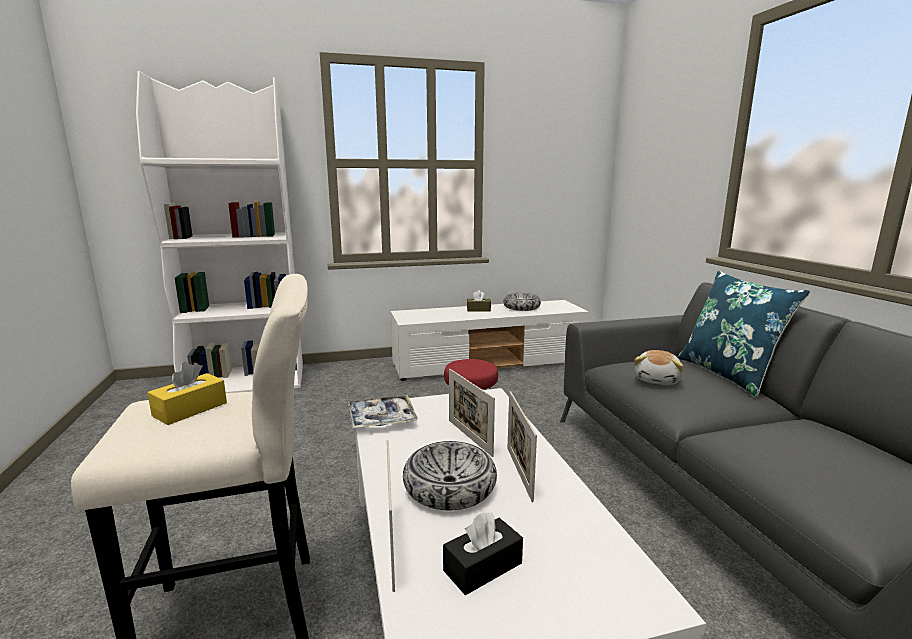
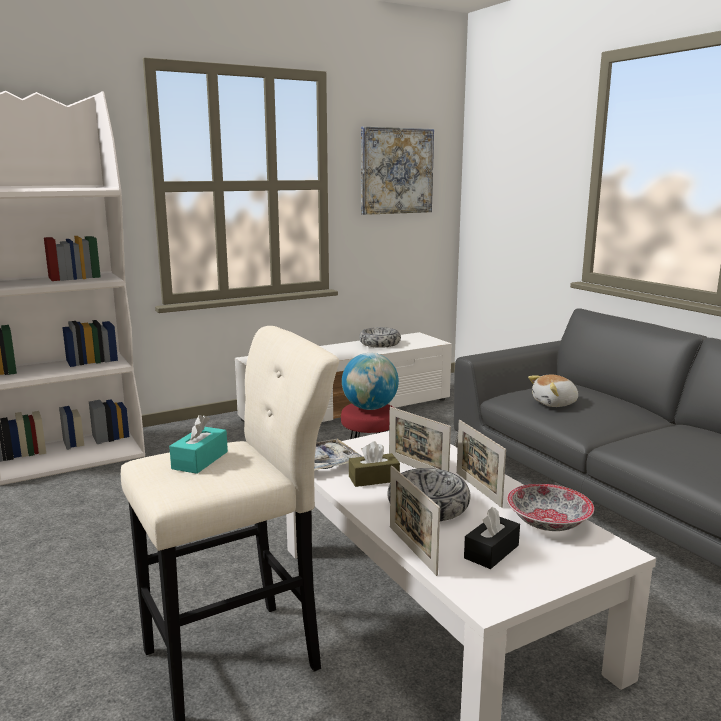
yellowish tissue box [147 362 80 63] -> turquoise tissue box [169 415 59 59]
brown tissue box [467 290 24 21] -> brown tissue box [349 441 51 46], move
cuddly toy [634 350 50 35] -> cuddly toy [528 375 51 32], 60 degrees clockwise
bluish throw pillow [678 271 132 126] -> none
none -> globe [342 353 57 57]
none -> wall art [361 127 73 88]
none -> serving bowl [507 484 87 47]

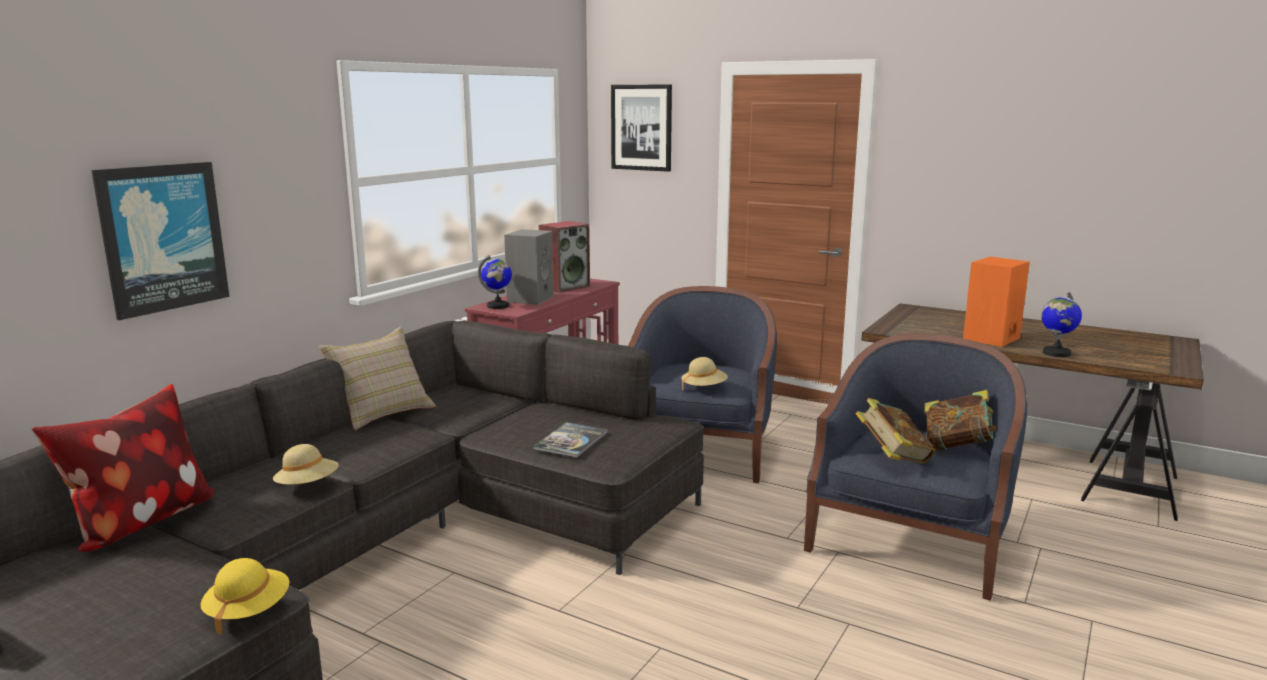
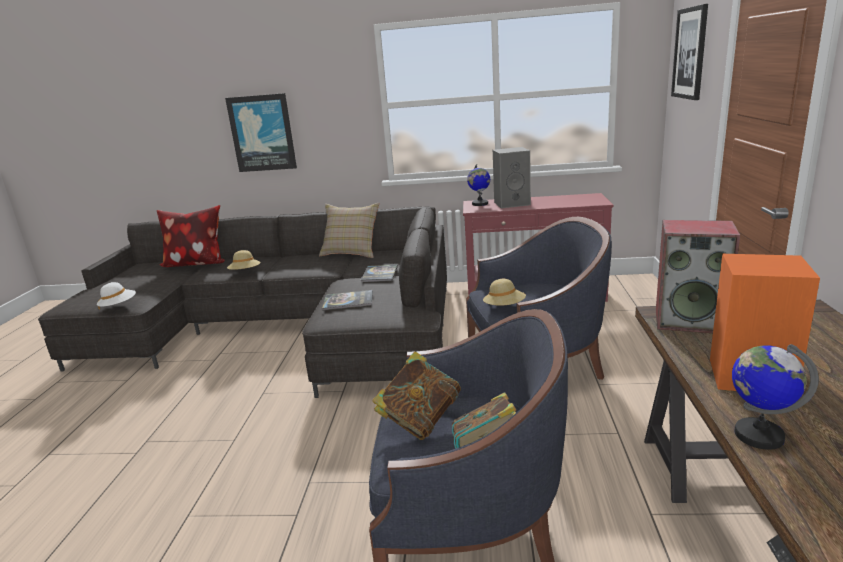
yellowish hat [200 558 89 77] -> whitish hat [97 282 39 27]
loudspeaker [539 221 51 72] -> loudspeaker [656 220 84 113], move
none -> bound book [361 264 37 18]

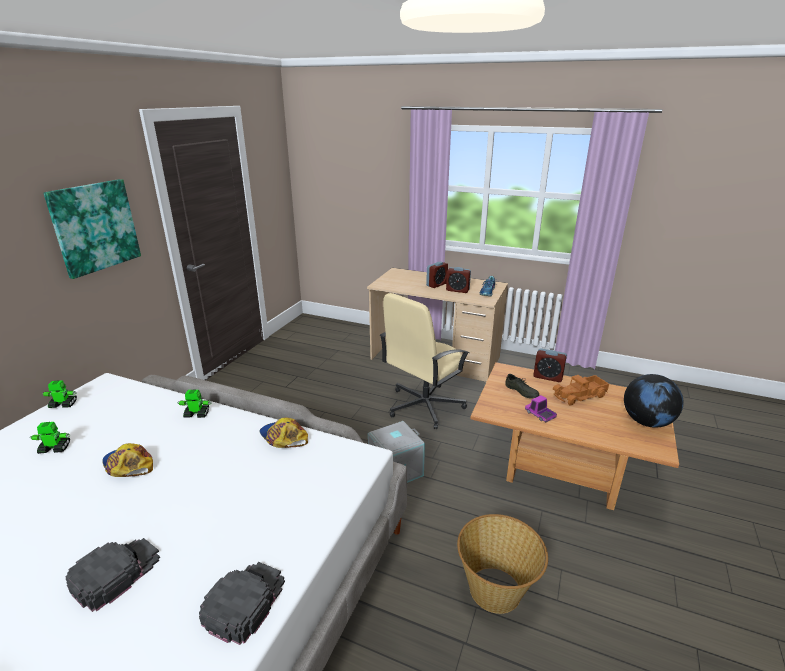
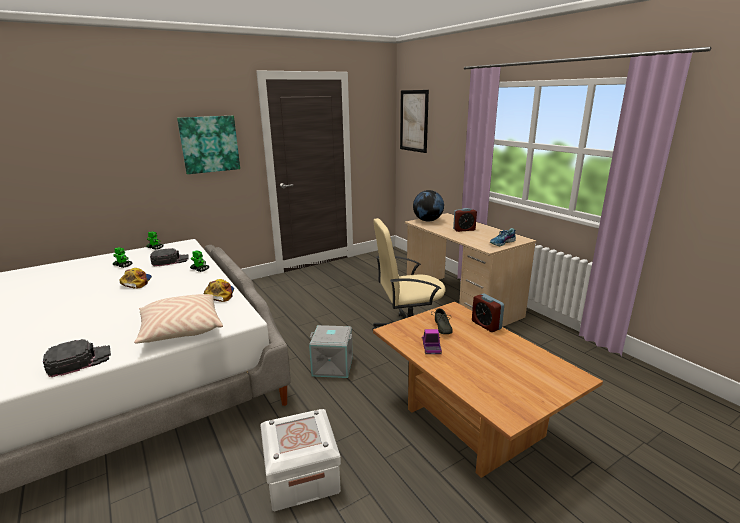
blackish peaked cap [65 538 95 74] -> blackish peaked cap [150 248 39 18], move
alarm clock [446 267 25 26] -> none
basket [457 514 91 100] -> whitish storage box [260 409 81 102]
model truck [553 375 56 31] -> none
globe [624 374 60 54] -> globe [413 190 31 32], move
none -> beige throw pillow [134 294 89 50]
none -> wall art [400 90 29 63]

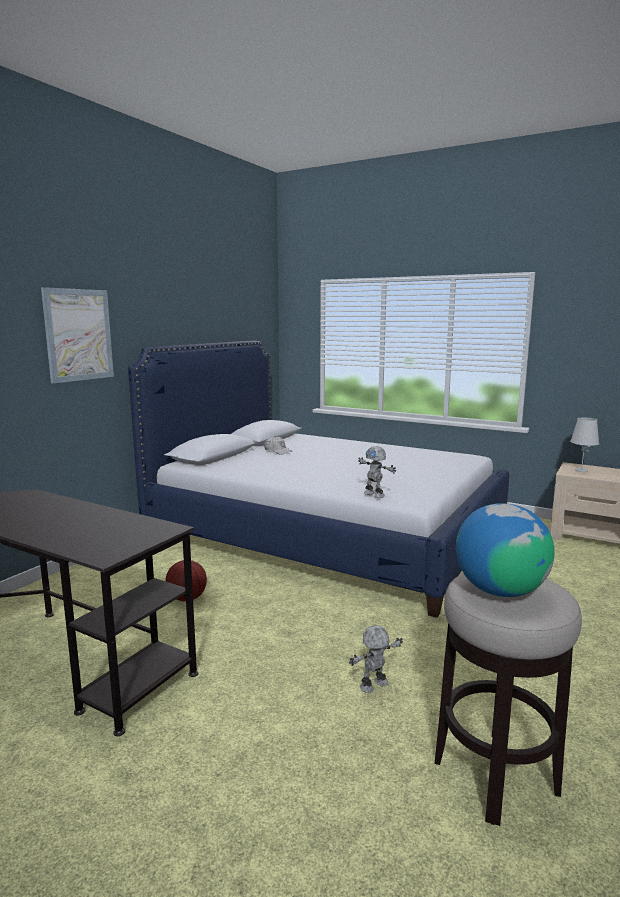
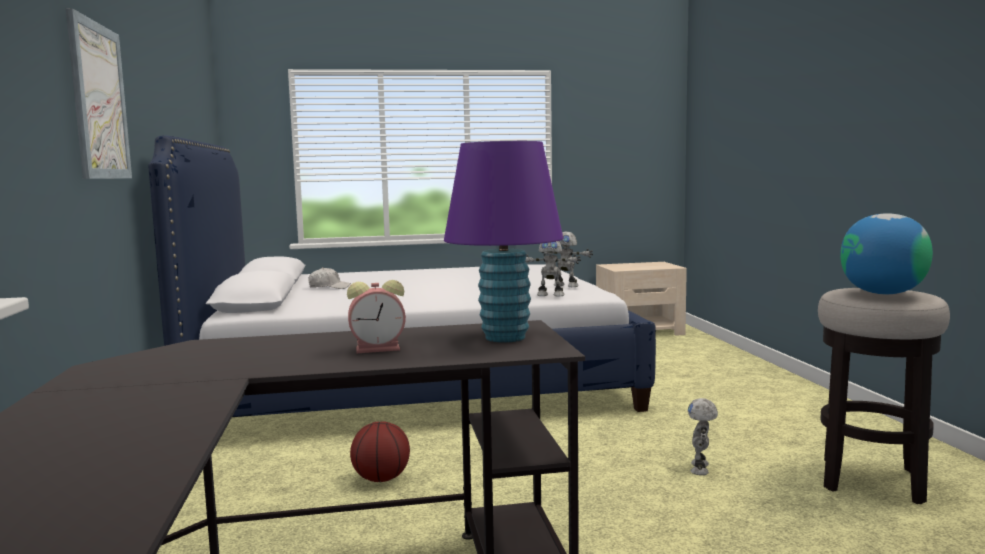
whitish table lamp [570 417 29 55] -> none
none -> alarm clock [347 280 59 73]
none -> purple table lamp [444 141 119 202]
none -> toy robot [542 232 51 55]

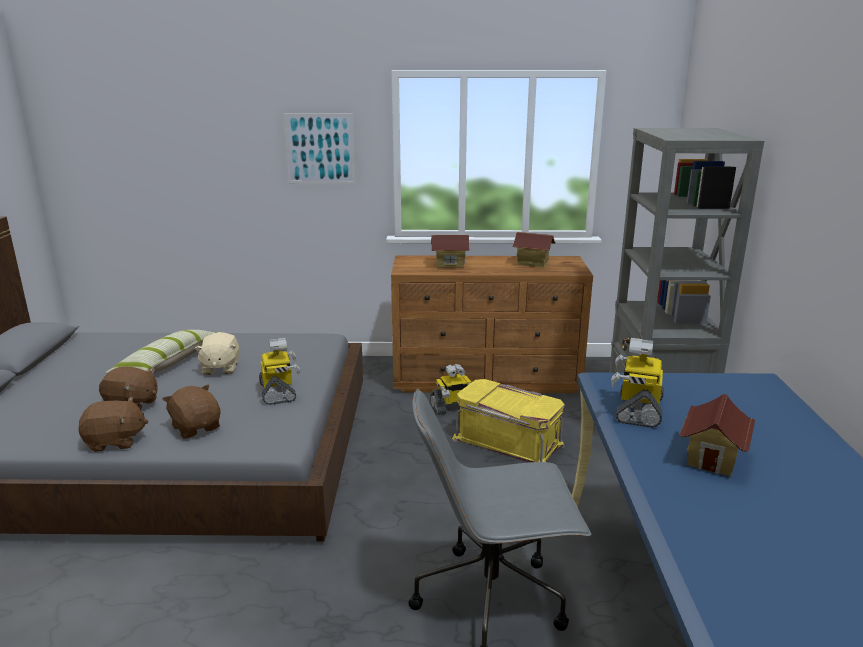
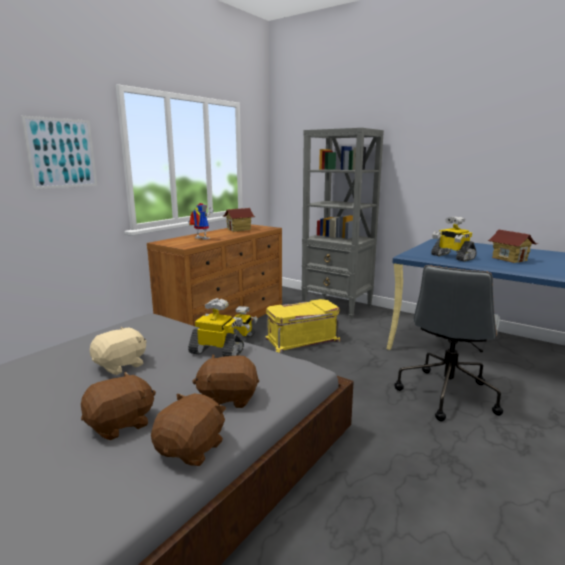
throw pillow [105 330 113 44] -> none
beige cuddly toy [194 332 45 43] -> beige cuddly toy [90 327 57 48], 75 degrees counterclockwise
toy house [431 235 39 33] -> toy robot [189 203 25 37]

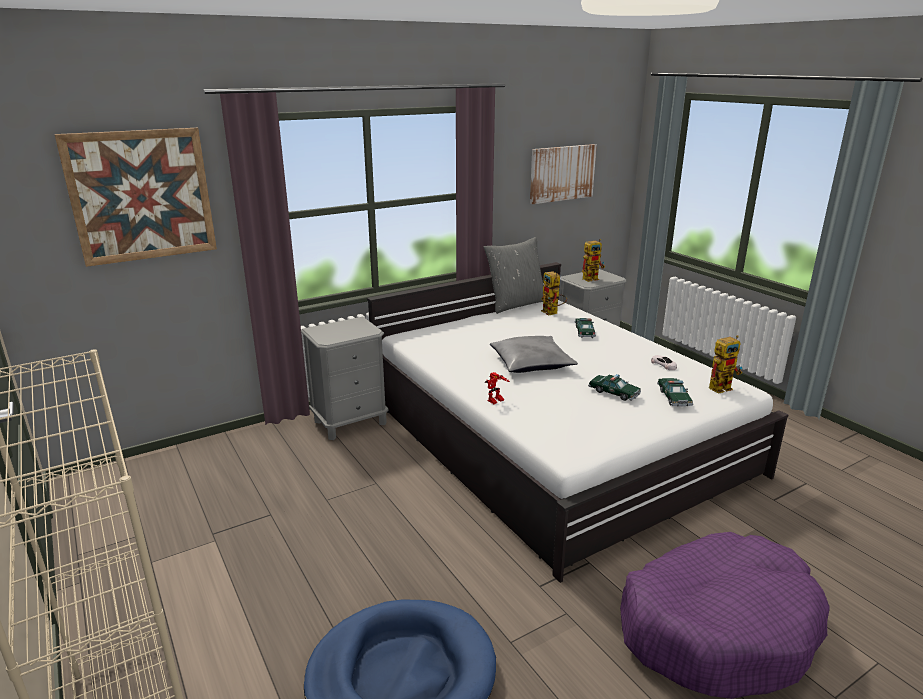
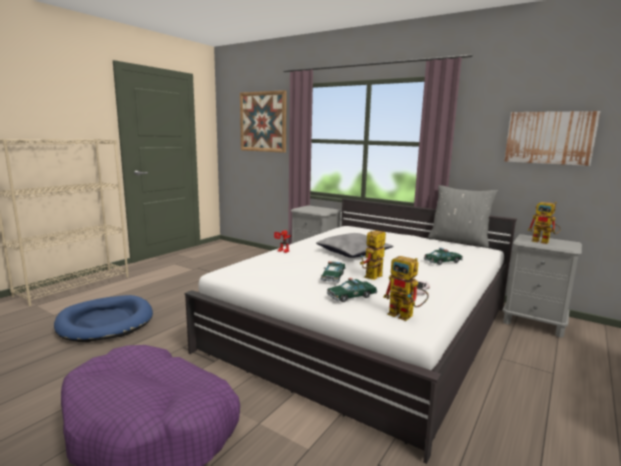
toy robot [541 271 26 45] -> toy robot [360 230 26 50], move

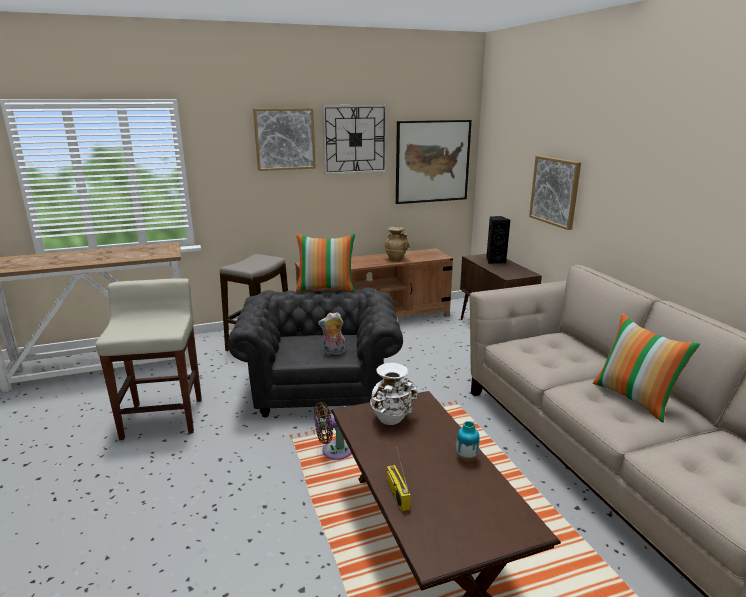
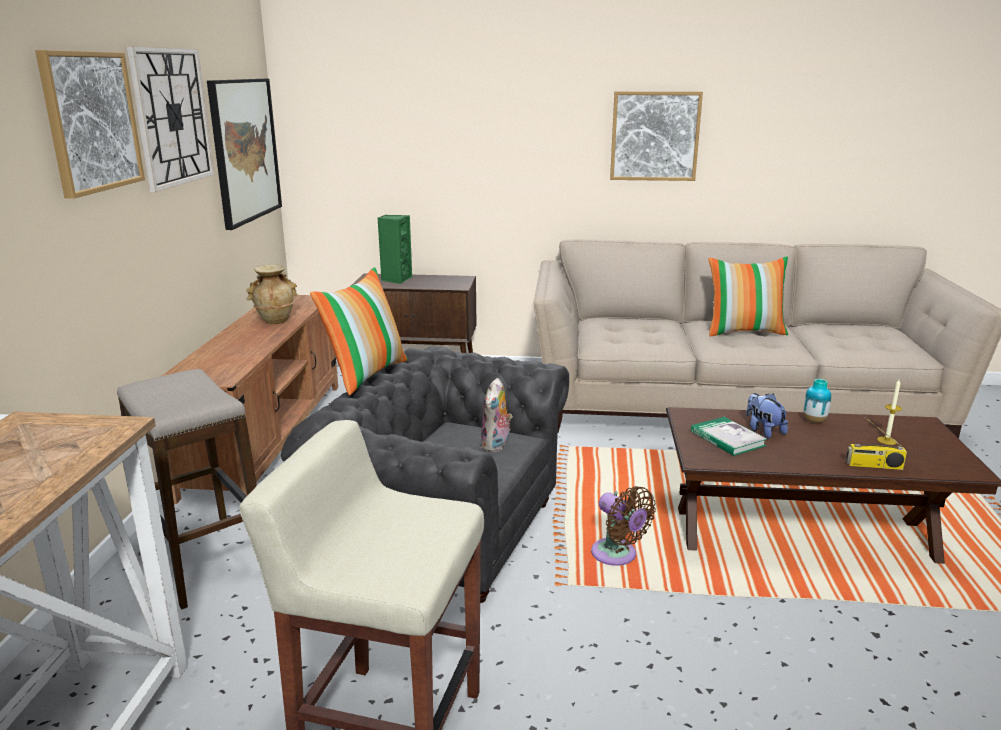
brown electric fan [314 402 37 58] -> brown electric fan [591 486 65 80], 45 degrees counterclockwise
whitish vase [370 363 48 62] -> bound book [691 417 76 39]
blackish loudspeaker [486 216 24 48] -> greenish loudspeaker [378 215 34 69]
wall art [529 156 52 74] -> wall art [610 91 93 90], move
none -> cuddly toy [746 393 42 45]
none -> candle [877 380 25 65]

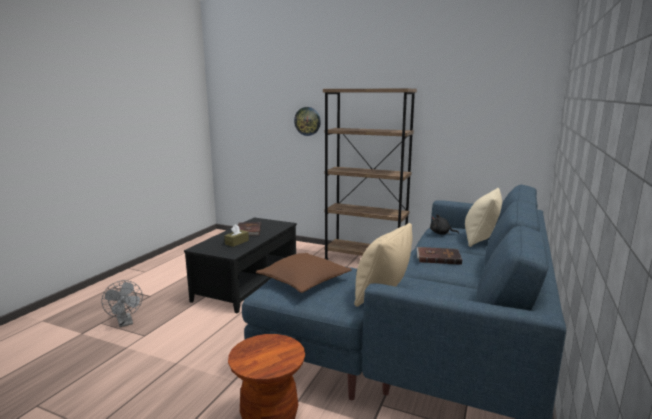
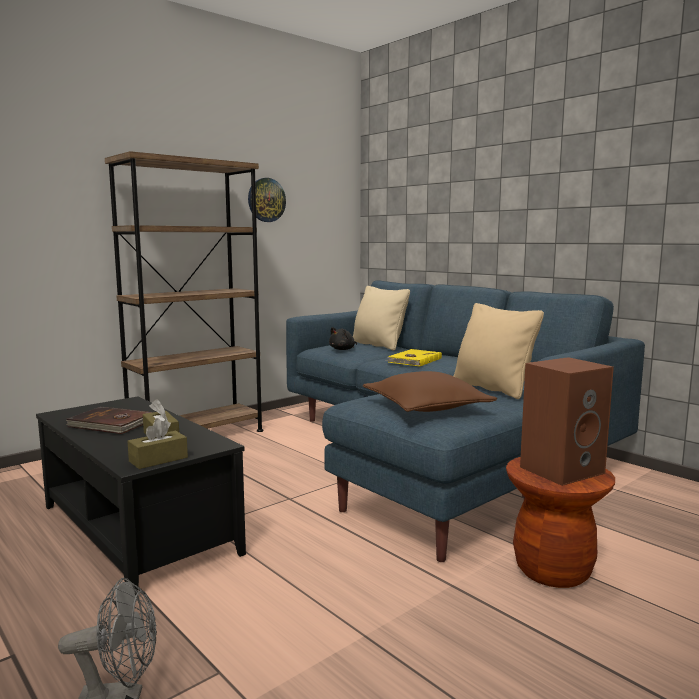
clock on the wall [294 107 27 29] -> clock on the wall [248 178 38 44], move
brown bound book [417 247 45 18] -> yellowish bound book [386 349 56 18]
none -> brown tissue box [127 418 61 51]
none -> brown loudspeaker [520 357 94 129]

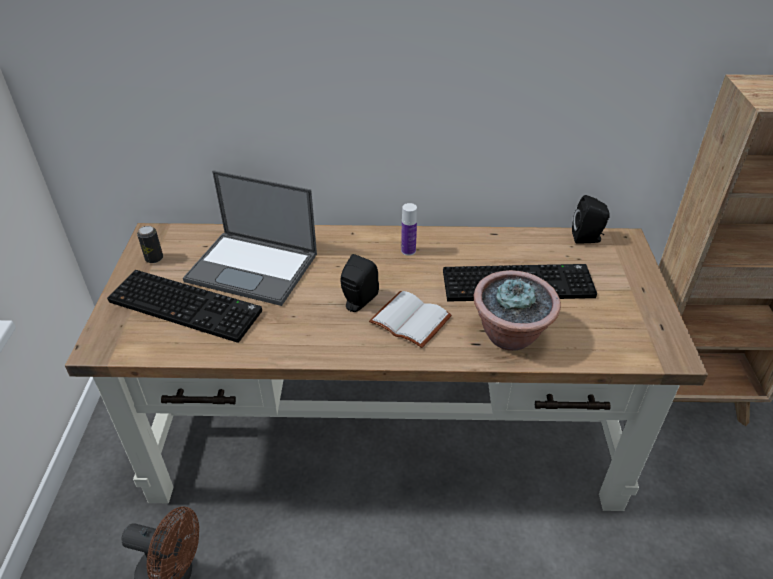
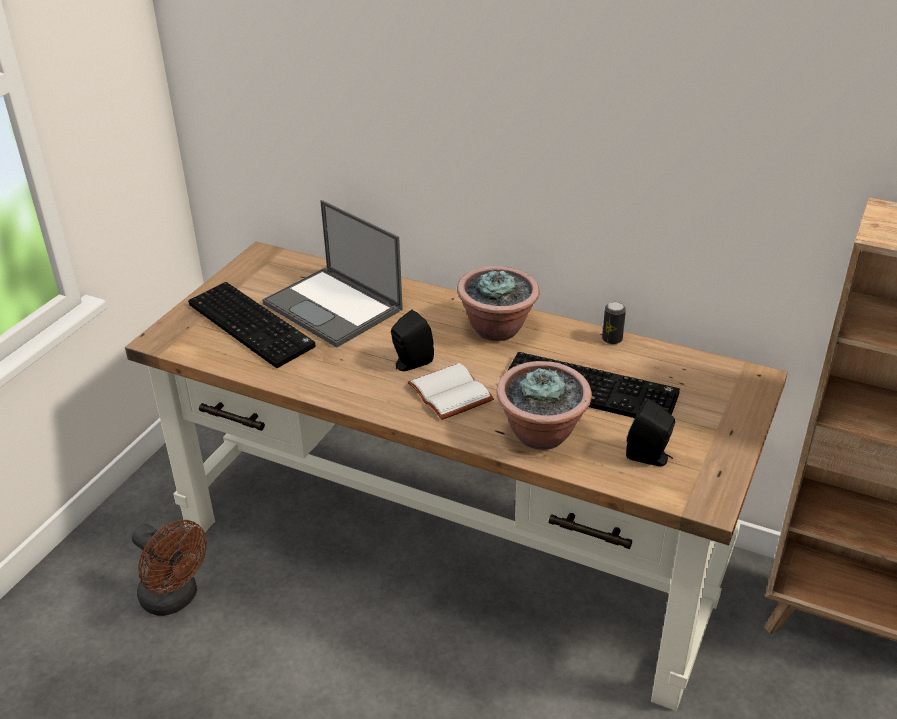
sealed can [137 226 26 37] -> sealed can [602 302 24 42], move
beverage bottle [401 203 16 53] -> potted plant [457 266 83 75]
blackish loudspeaker [572 195 38 49] -> blackish loudspeaker [626 398 49 68], move

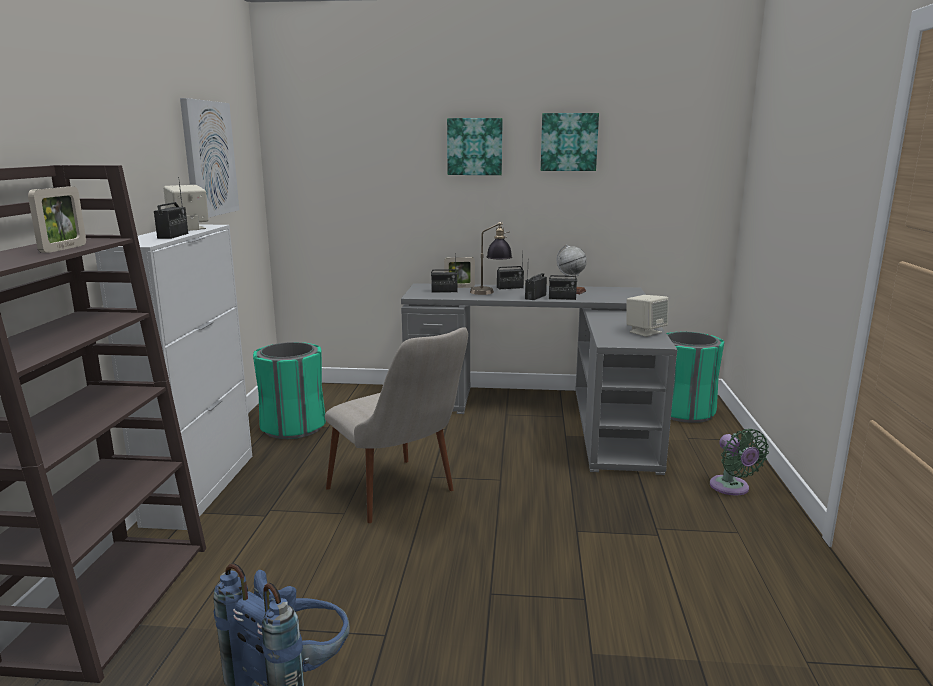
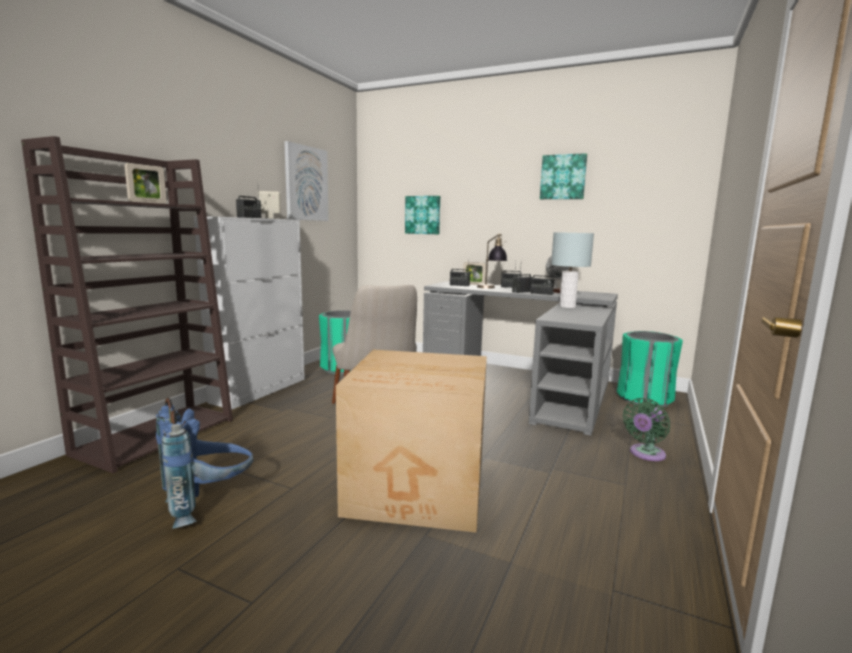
wall art [447 118 56 57] -> wall art [405 196 35 38], move
beige loudspeaker [627 295 41 42] -> none
greenish electric fan [710 429 59 66] -> greenish electric fan [623 398 47 63], 45 degrees clockwise
none -> carton [336 350 151 183]
none -> greyish table lamp [551 232 43 76]

